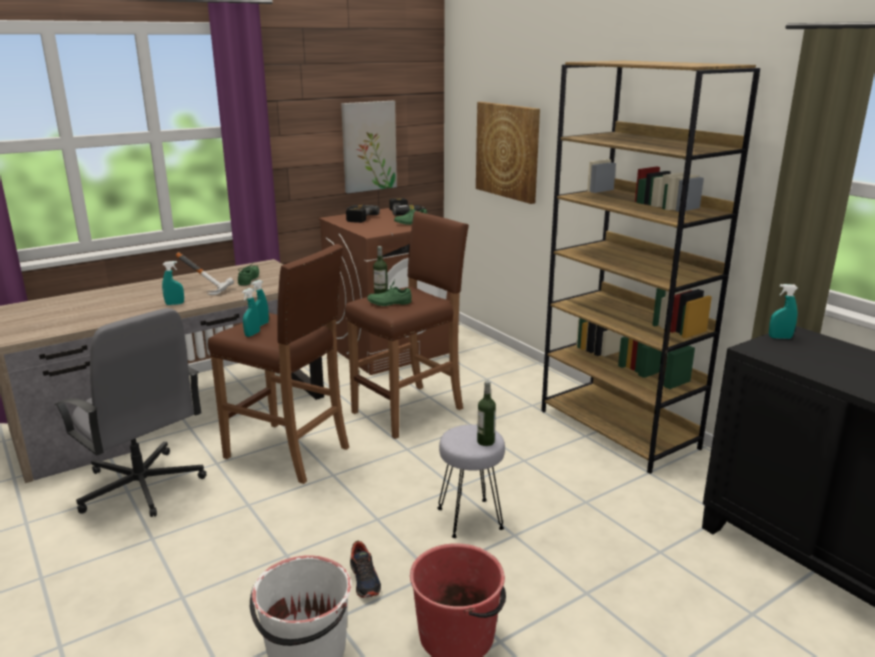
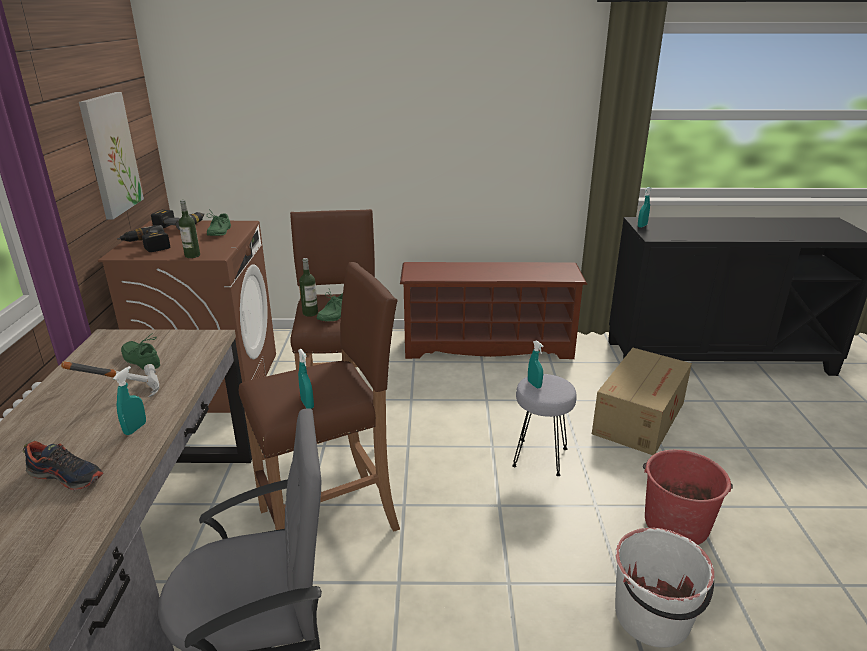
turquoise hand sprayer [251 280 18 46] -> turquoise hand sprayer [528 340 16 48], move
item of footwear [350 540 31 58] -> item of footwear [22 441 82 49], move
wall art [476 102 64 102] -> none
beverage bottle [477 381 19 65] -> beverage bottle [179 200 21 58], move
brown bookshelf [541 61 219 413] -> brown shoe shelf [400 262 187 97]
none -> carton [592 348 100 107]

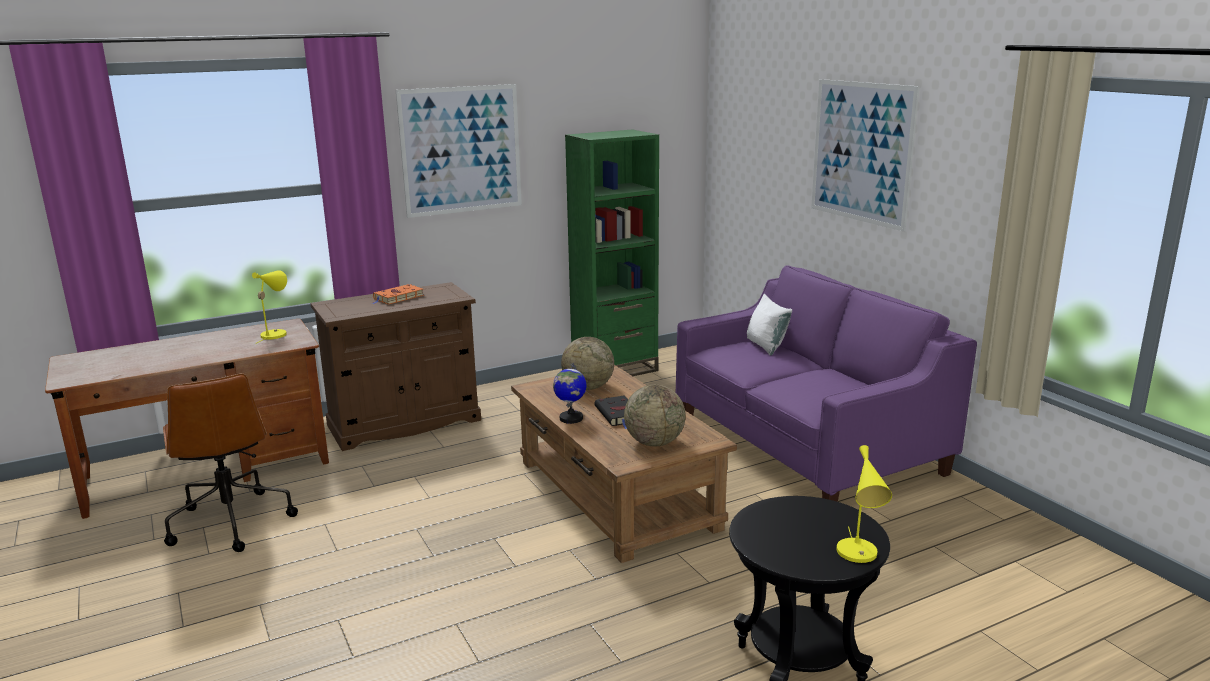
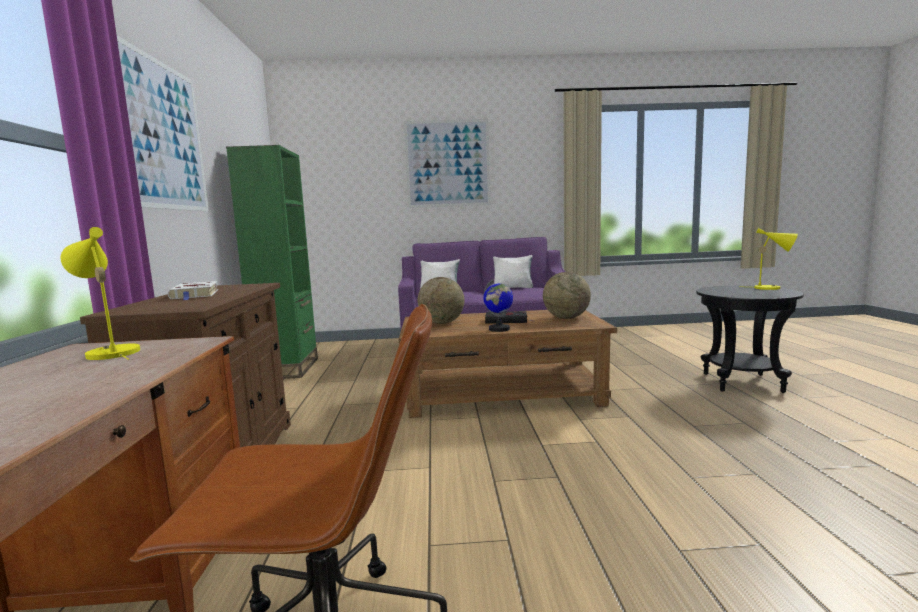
orange bound book [373 284 51 20] -> whitish bound book [168 281 50 19]
none -> whitish throw pillow [493 255 40 33]

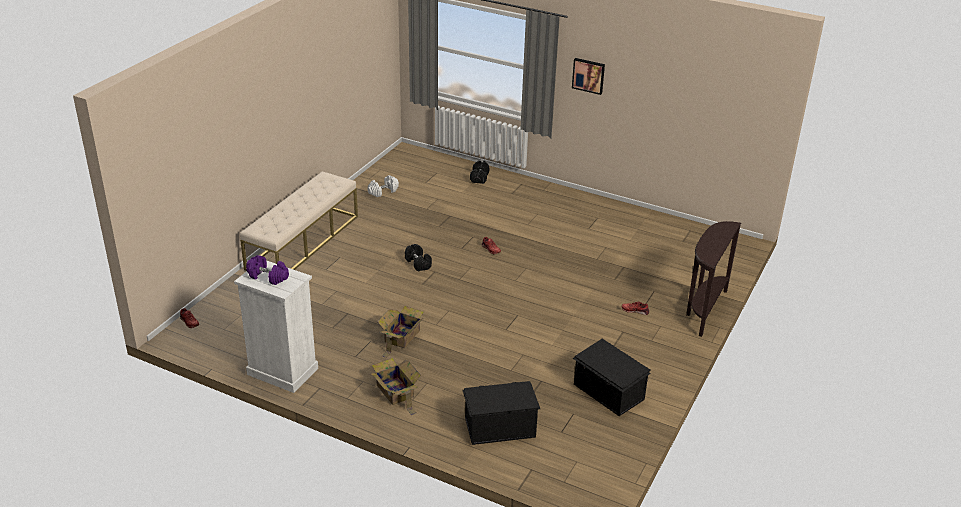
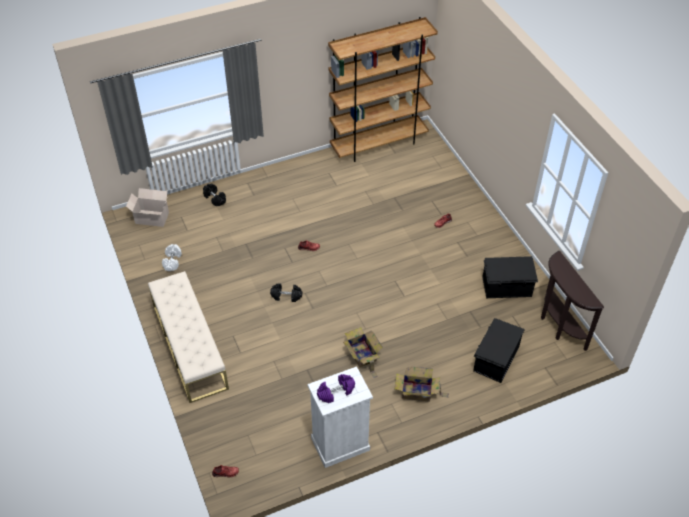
wall art [572 58 33 37] -> none
brown hall table [686 221 55 116] -> brown hall table [541 251 63 100], move
none -> carton [126 188 43 39]
none -> brown bookshelf [328 17 110 145]

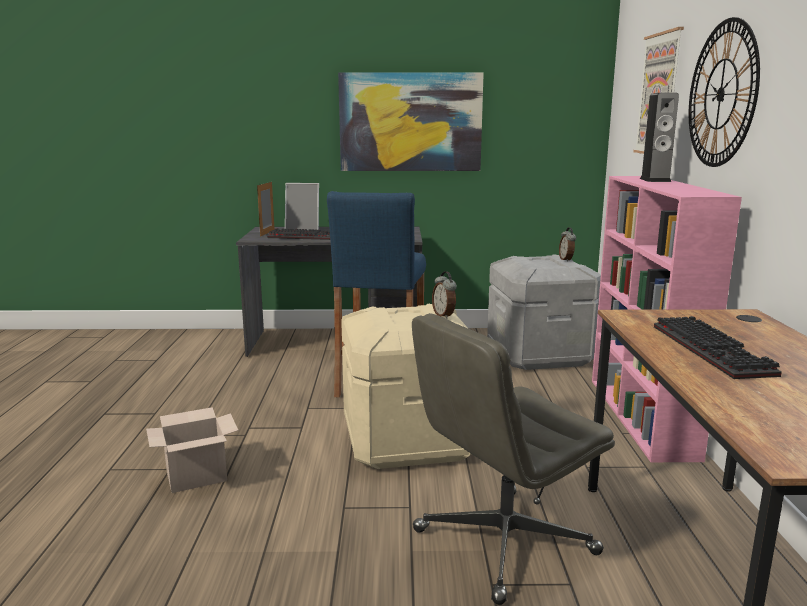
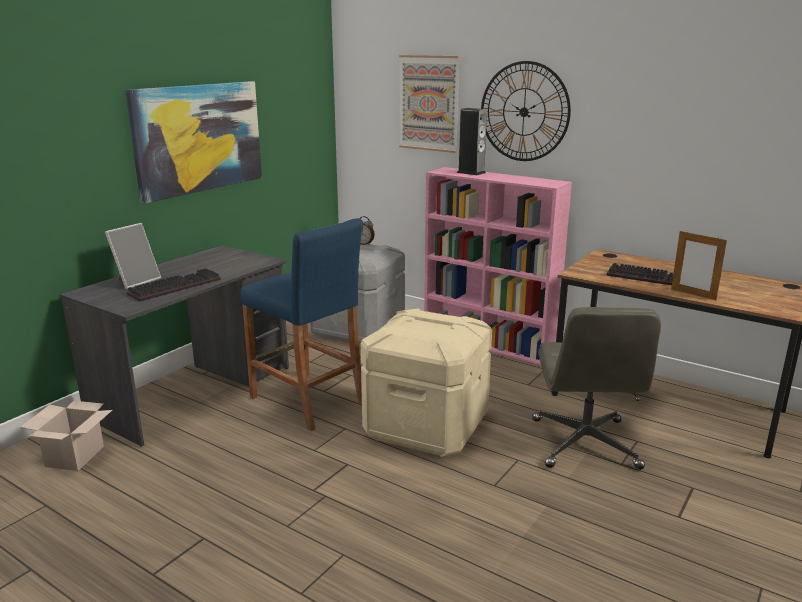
carton [146 407 92 86] -> carton [21 401 91 70], move
picture frame [257 182 17 55] -> picture frame [671 230 56 70], move
alarm clock [432 271 25 48] -> none

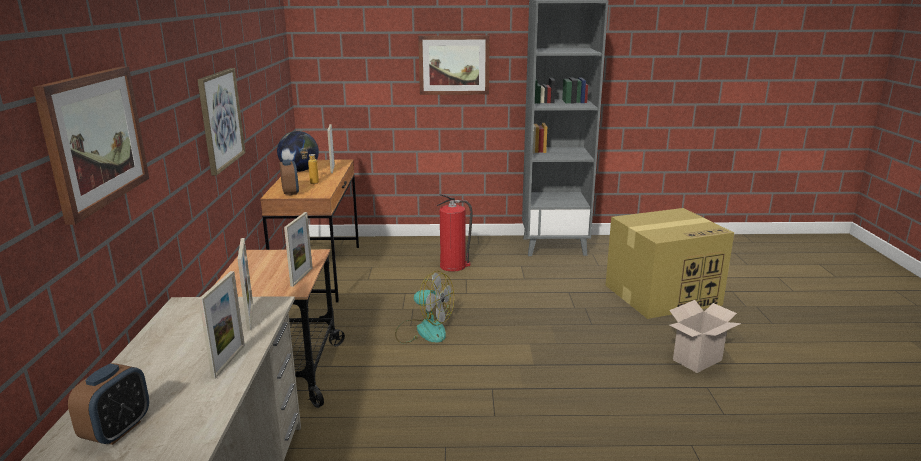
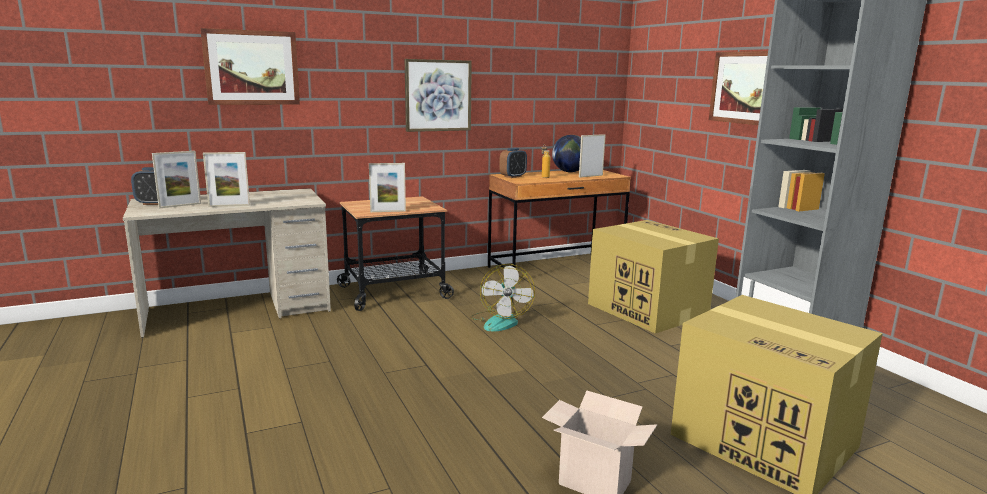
picture frame [238 238 15 93] -> picture frame [152 151 49 57], move
extinguisher [436 194 36 78] -> carton [588 220 131 113]

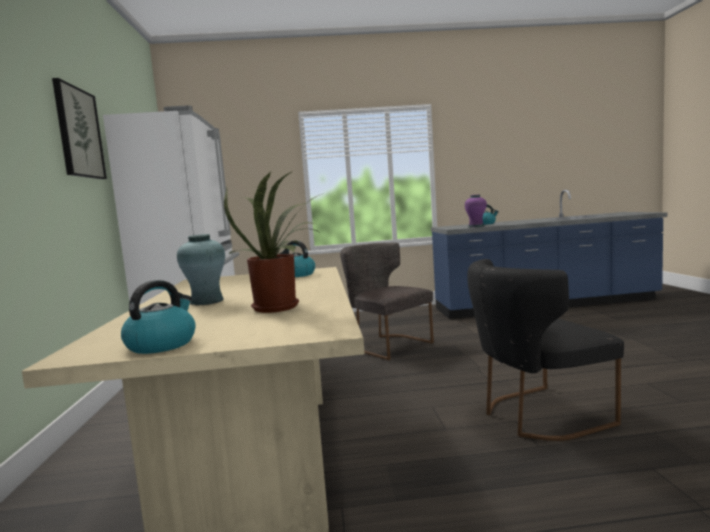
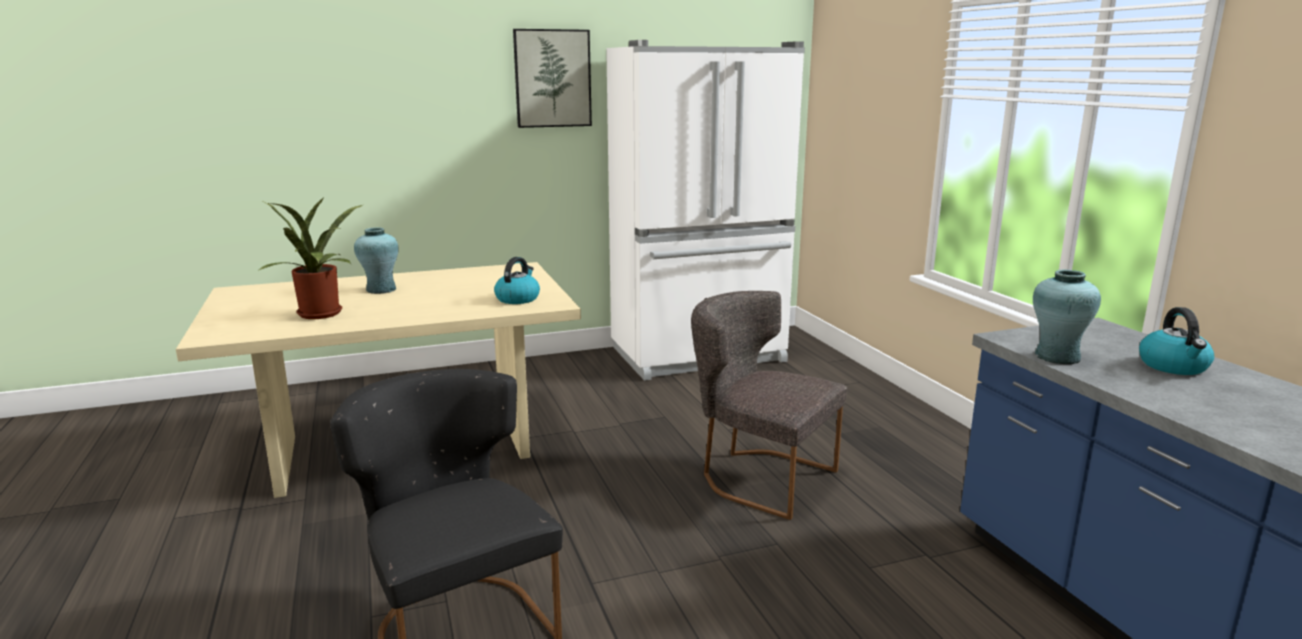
tea kettle [121 280 75 74] -> none
greyish upright chair [340 243 94 117] -> greyish upright chair [691 291 156 229], 90 degrees counterclockwise
purple vase [465 194 22 34] -> turquoise vase [1033 270 68 94]

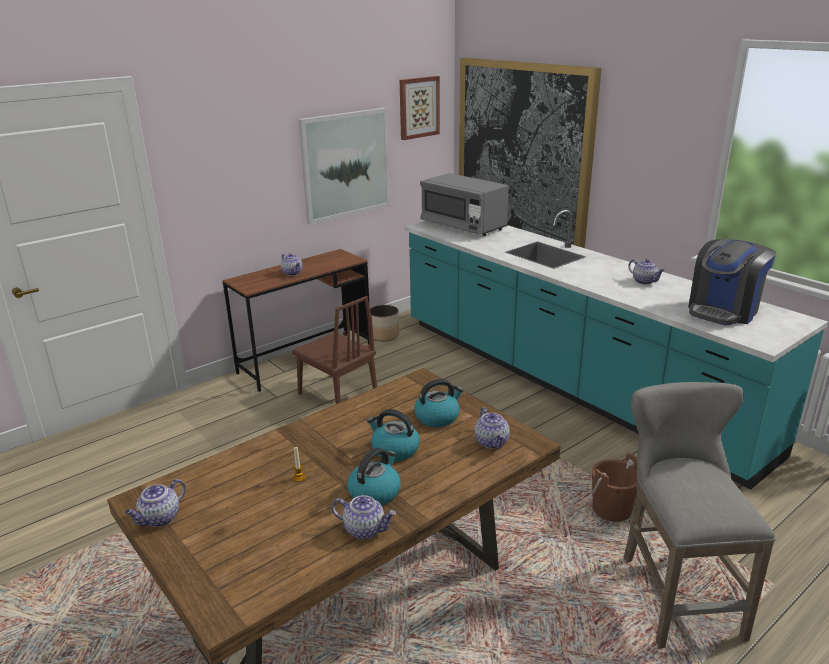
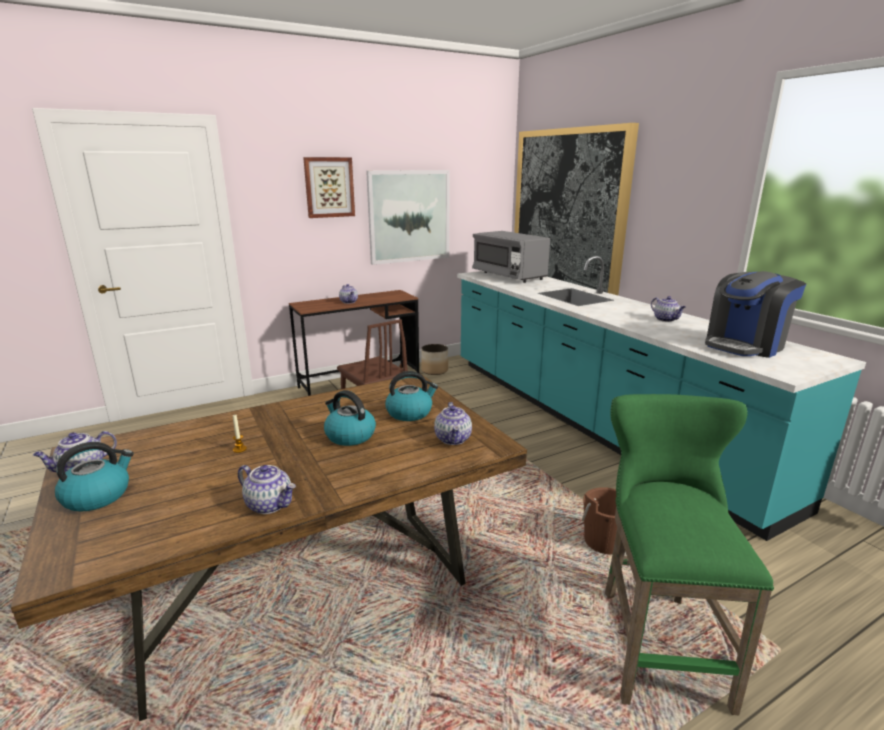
tea kettle [347 448 54 58] -> tea kettle [55 442 79 70], move
wall art [400 76 40 64] -> wall art [303 157 52 61], move
greyish sitting stool [624 382 151 266] -> greenish sitting stool [605 394 169 321]

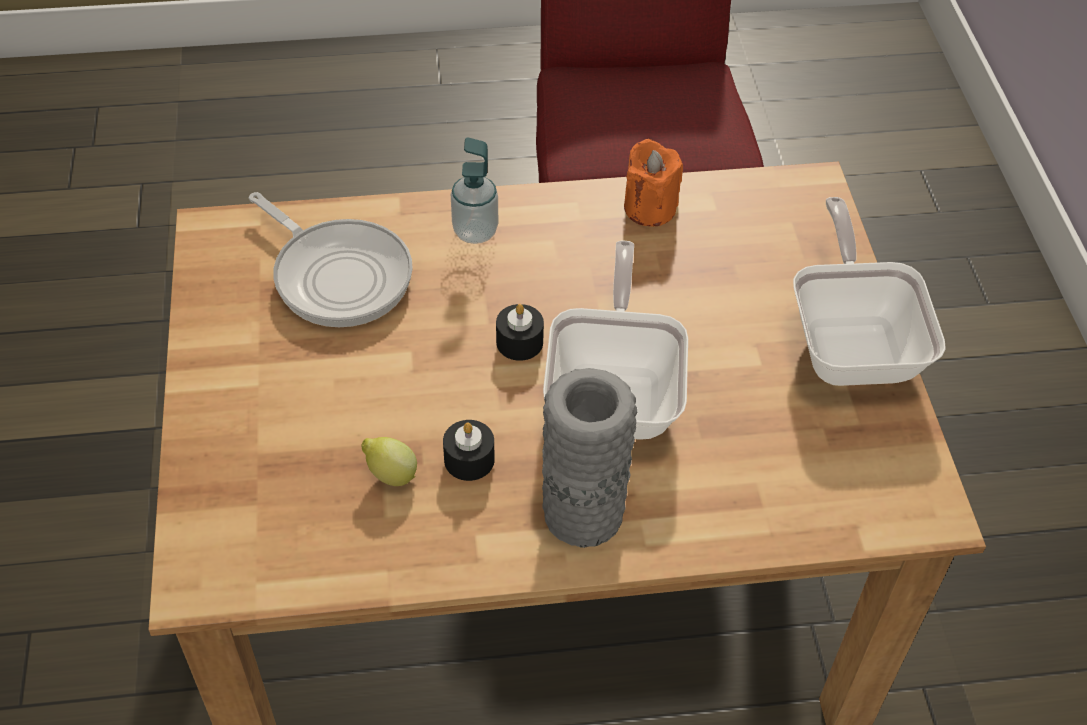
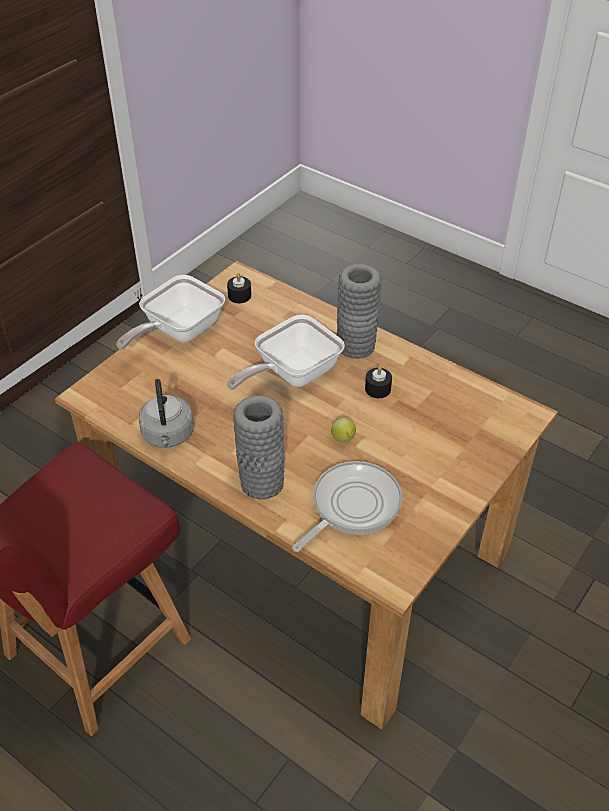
frying pan [249 192 164 135] -> frying pan [292 461 110 91], 45 degrees clockwise
whole lemon [361 437 56 49] -> whole lemon [331 418 25 24], move
soap bottle [451 137 47 107] -> greyish vase [233 395 51 105]
blackish candle [496 304 48 57] -> blackish candle [227 273 24 30], move
orange candle [624 139 59 87] -> greyish tea kettle [139 379 55 69]

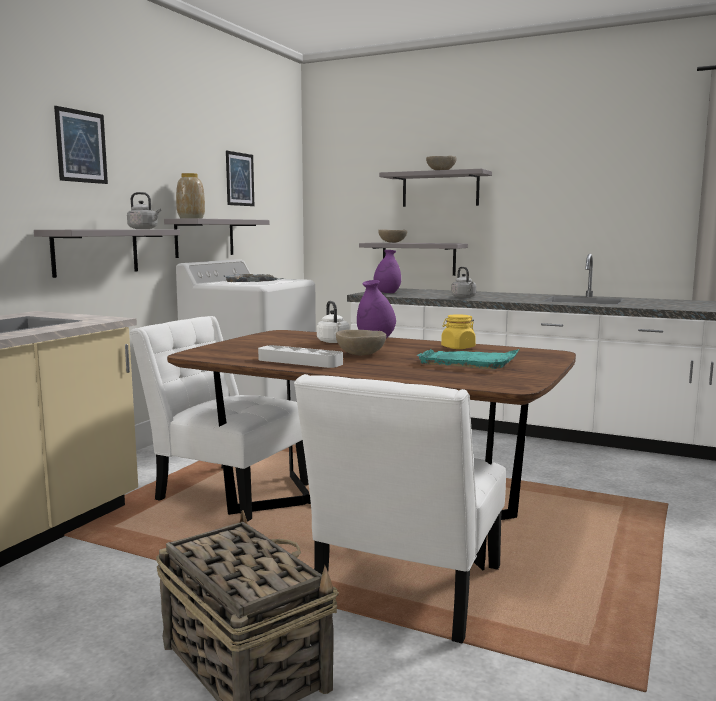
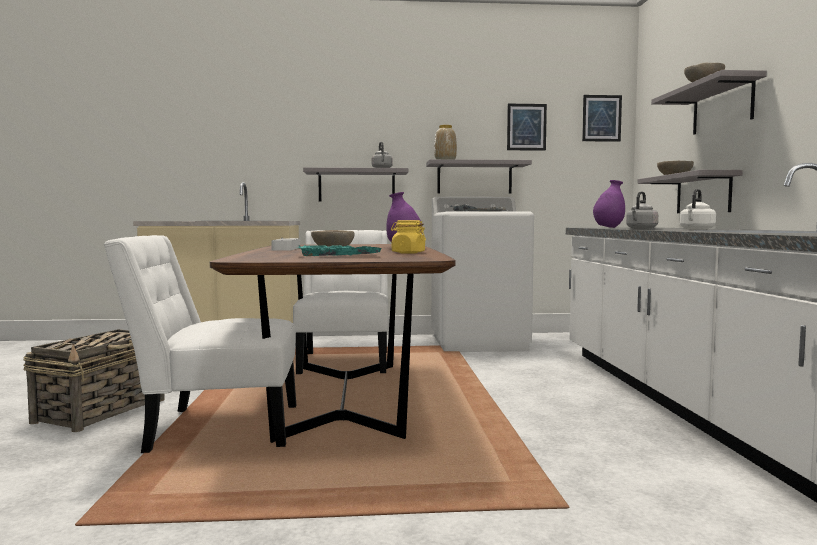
wall art [54 106 54 78] -> wall art [582 95 40 47], move
whitish tea kettle [317 301 33 42] -> whitish tea kettle [680 189 36 41], move

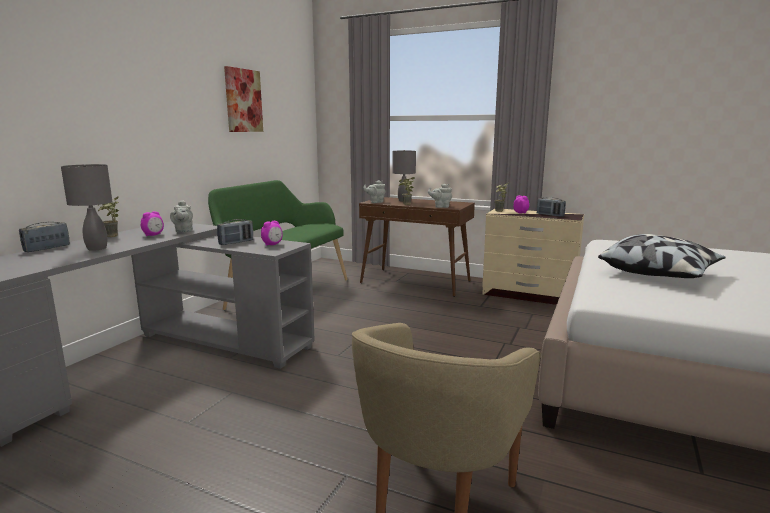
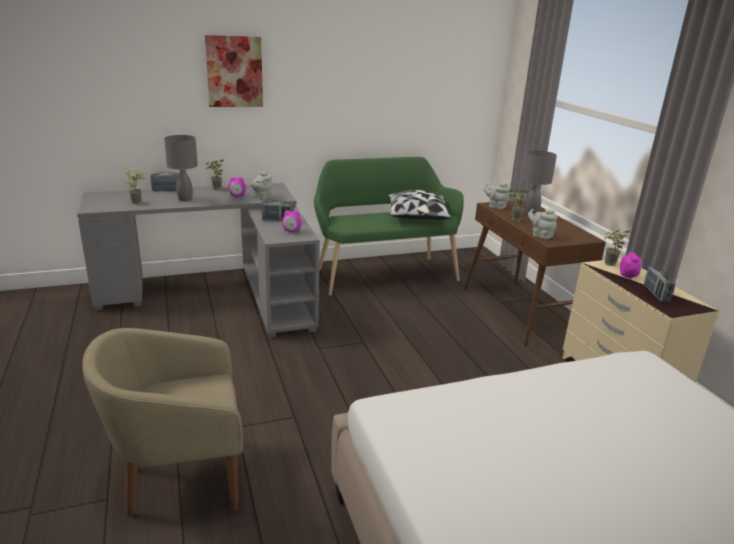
wall art [224 66 39 66] -> wall art [205 35 58 72], move
throw pillow [598 234 128 44] -> throw pillow [388 190 63 29], move
none -> potted plant [124 168 22 36]

